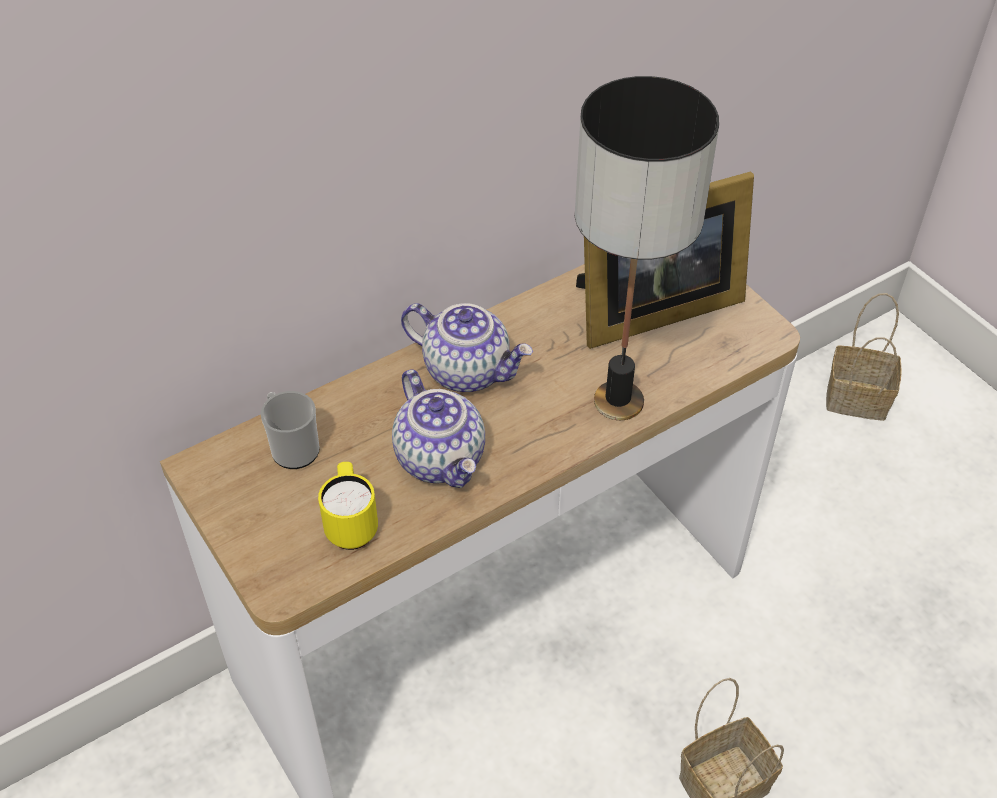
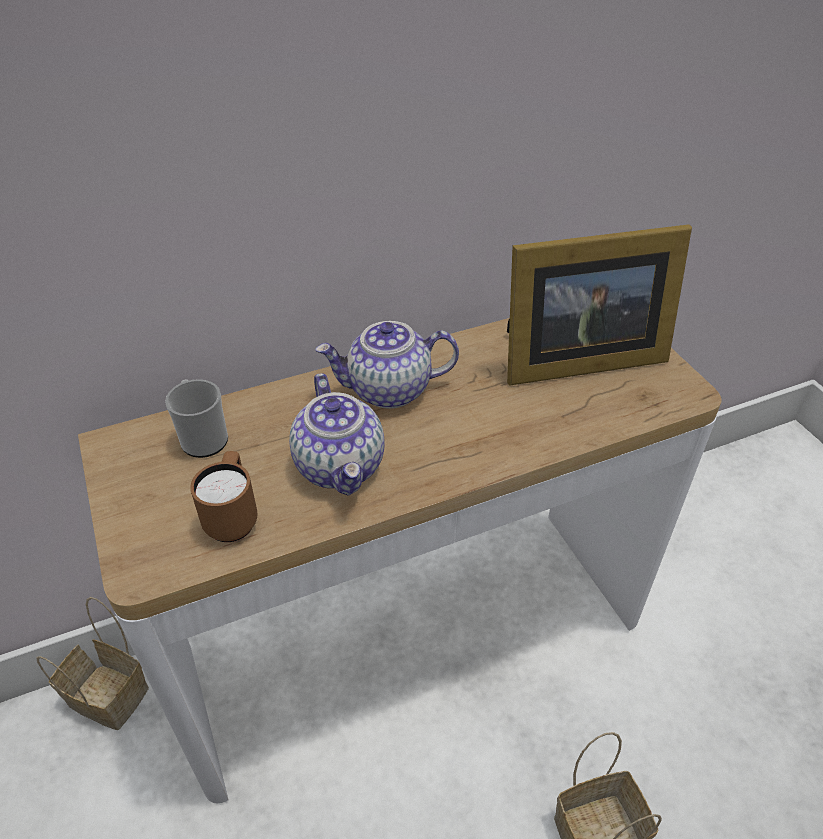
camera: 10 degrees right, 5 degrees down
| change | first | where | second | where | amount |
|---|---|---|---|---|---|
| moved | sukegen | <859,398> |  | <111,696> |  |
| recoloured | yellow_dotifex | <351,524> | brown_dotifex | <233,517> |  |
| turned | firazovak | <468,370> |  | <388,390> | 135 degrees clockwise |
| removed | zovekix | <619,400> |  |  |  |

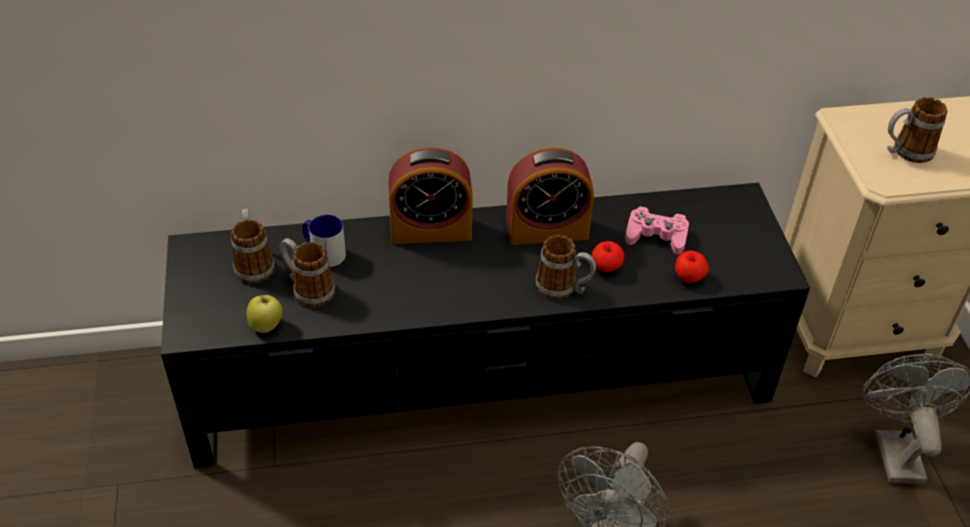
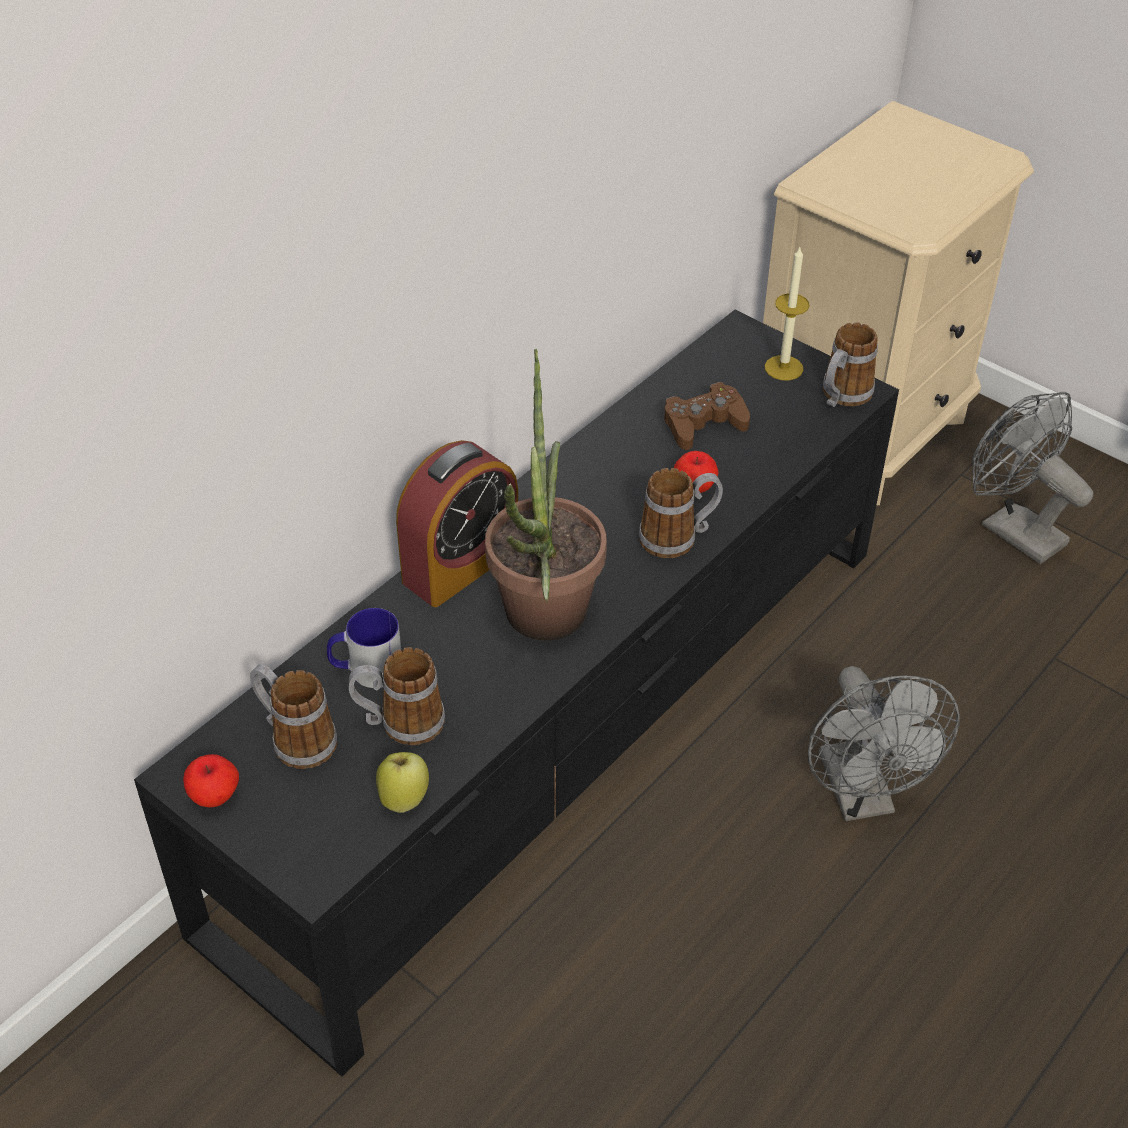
camera: 40 degrees left, 0 degrees up
| change | first | where | second | where | amount |
|---|---|---|---|---|---|
| moved | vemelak | <689,277> |  | <215,796> |  |
| added |  |  | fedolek | <541,625> |  |
| recoloured | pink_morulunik | <656,236> | brown_morulunik | <703,424> |  |
| added |  |  | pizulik | <783,368> |  |
| moved | dotifex | <905,152> |  | <842,397> |  |
| removed | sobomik | <547,230> |  |  |  |

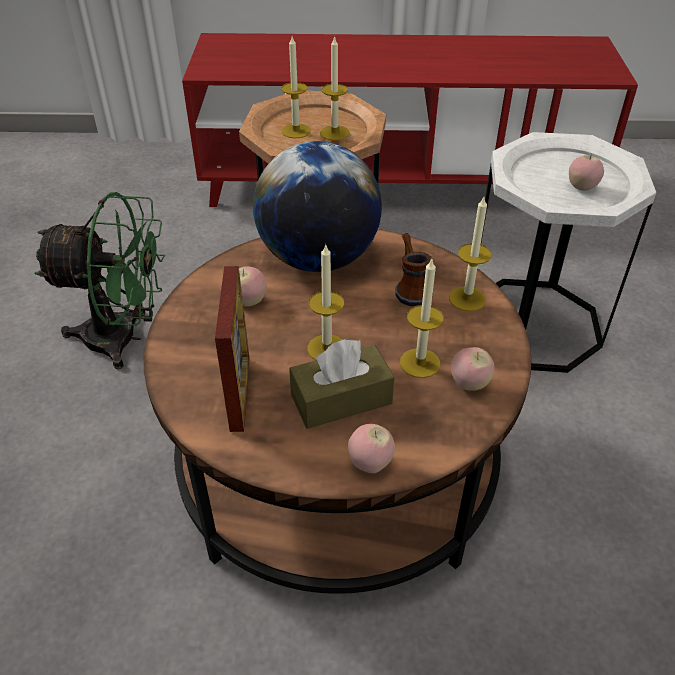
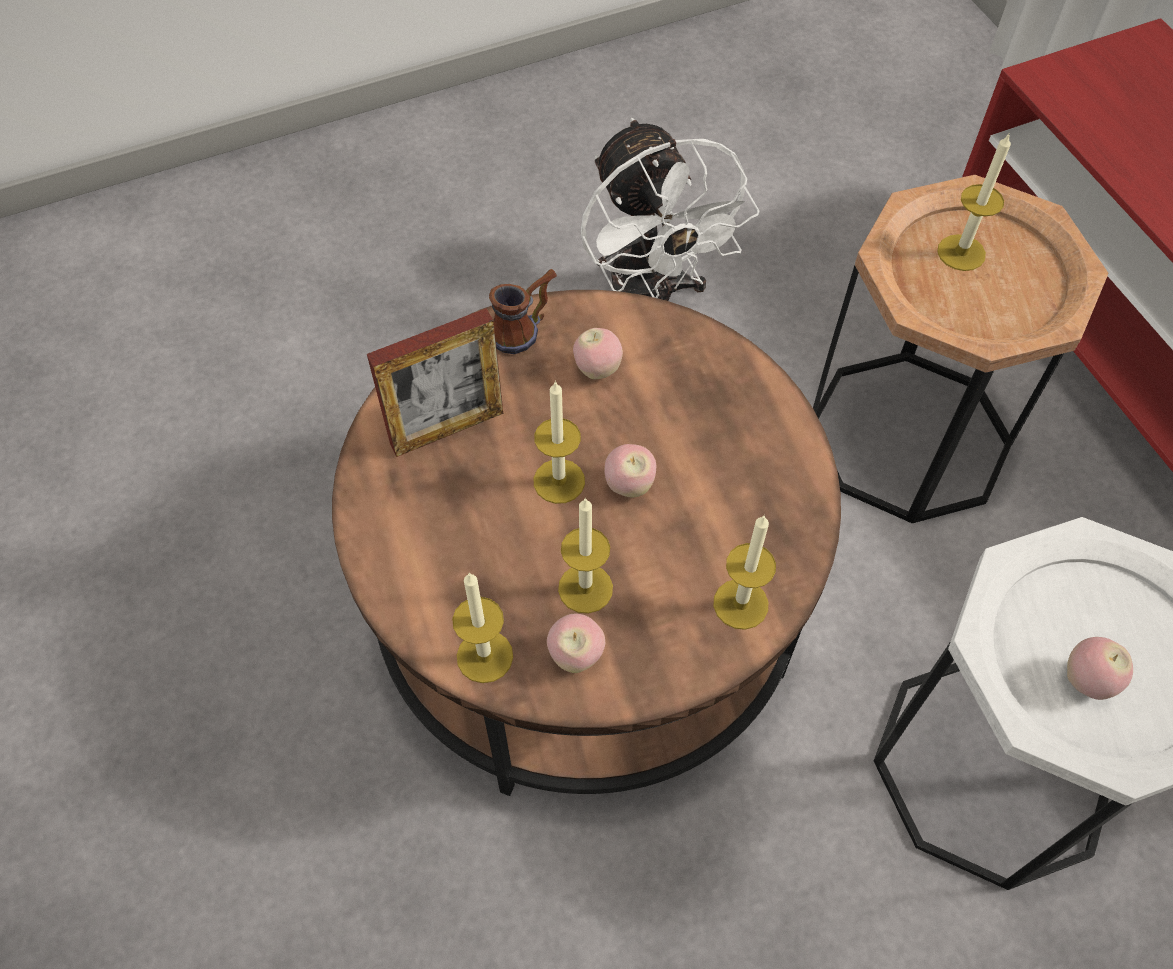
camera: 65 degrees right, 15 degrees up
| change | first | where | second | where | amount |
|---|---|---|---|---|---|
| moved | pizulik | <334,133> |  | <484,656> |  |
| moved | dotifex | <410,288> |  | <524,329> |  |
| recoloured | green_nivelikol | <124,339> | white_nivelikol | <650,295> |  |
| moved | vemelak | <370,463> |  | <629,485> |  |
| removed | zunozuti | <318,258> |  |  |  |
| removed | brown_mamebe | <341,399> |  |  |  |

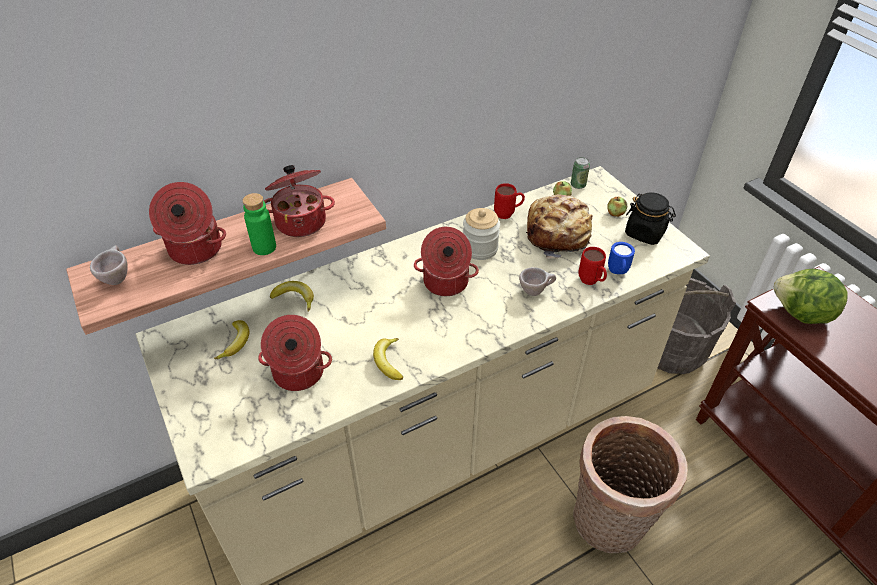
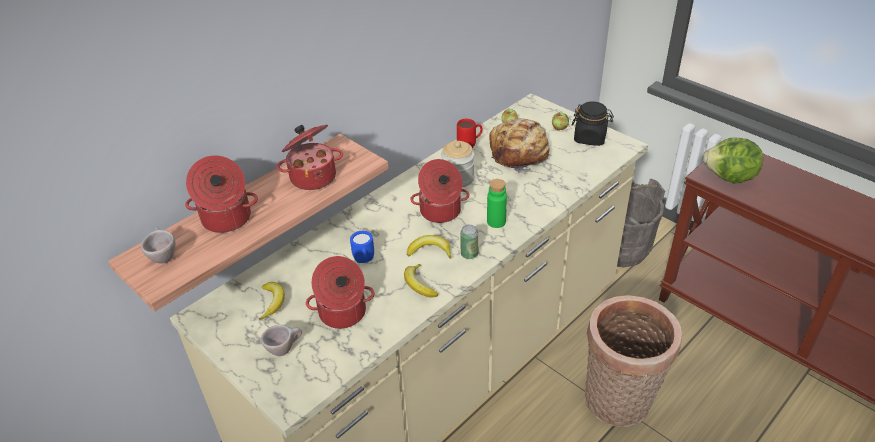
camera: 15 degrees left, 5 degrees down
| change | first | where | second | where | amount |
|---|---|---|---|---|---|
| moved | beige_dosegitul | <536,291> |  | <285,349> |  |
| moved | blue_dotifex | <618,273> |  | <364,261> |  |
| moved | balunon | <295,298> |  | <430,251> |  |
| moved | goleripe | <578,185> |  | <469,254> |  |
| moved | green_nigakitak | <264,247> |  | <496,222> |  |
| removed | red_dotifex | <591,282> |  |  |  |

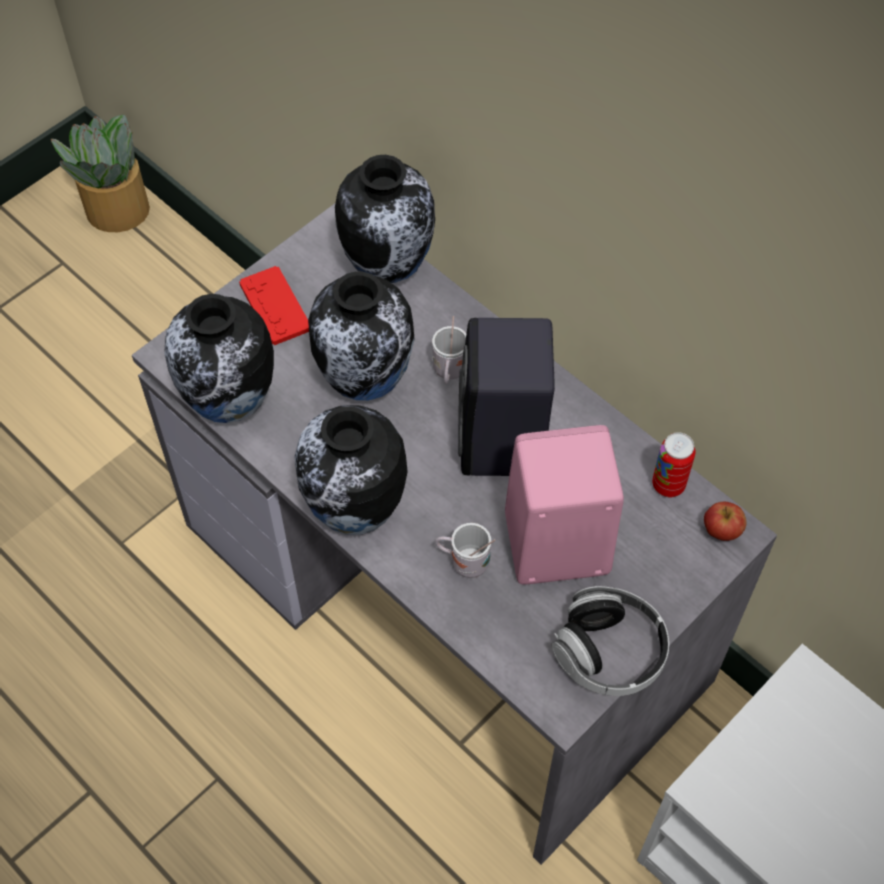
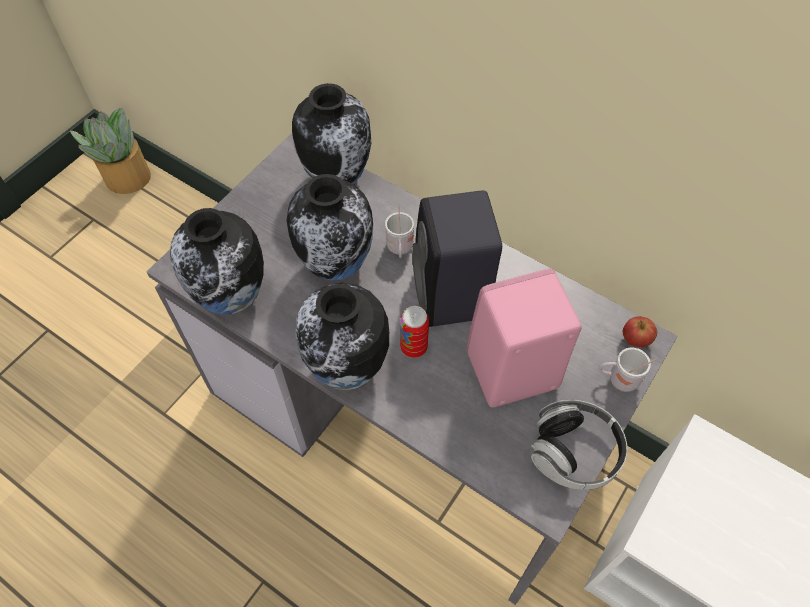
camera: 10 degrees left, 0 degrees up
| change | first | where | second | where | amount |
|---|---|---|---|---|---|
| moved | goleripe | <668,485> |  | <414,347> |  |
| moved | white_dotifex | <464,562> |  | <618,379> |  |
| removed | red_morulunik | <275,307> |  |  |  |

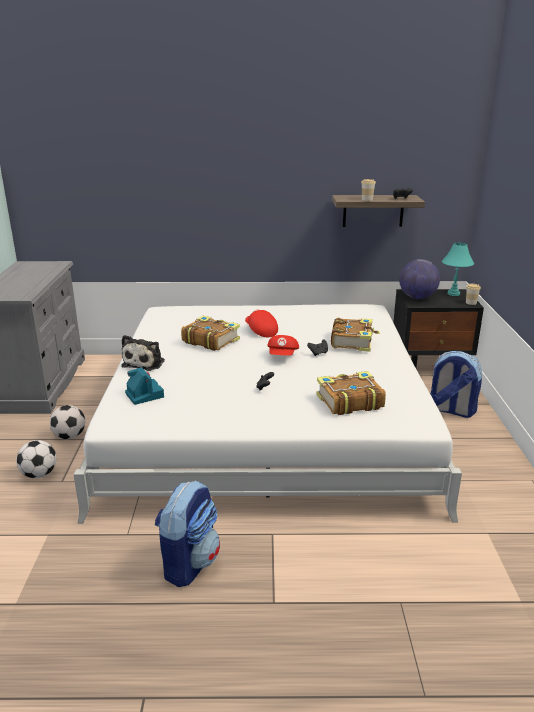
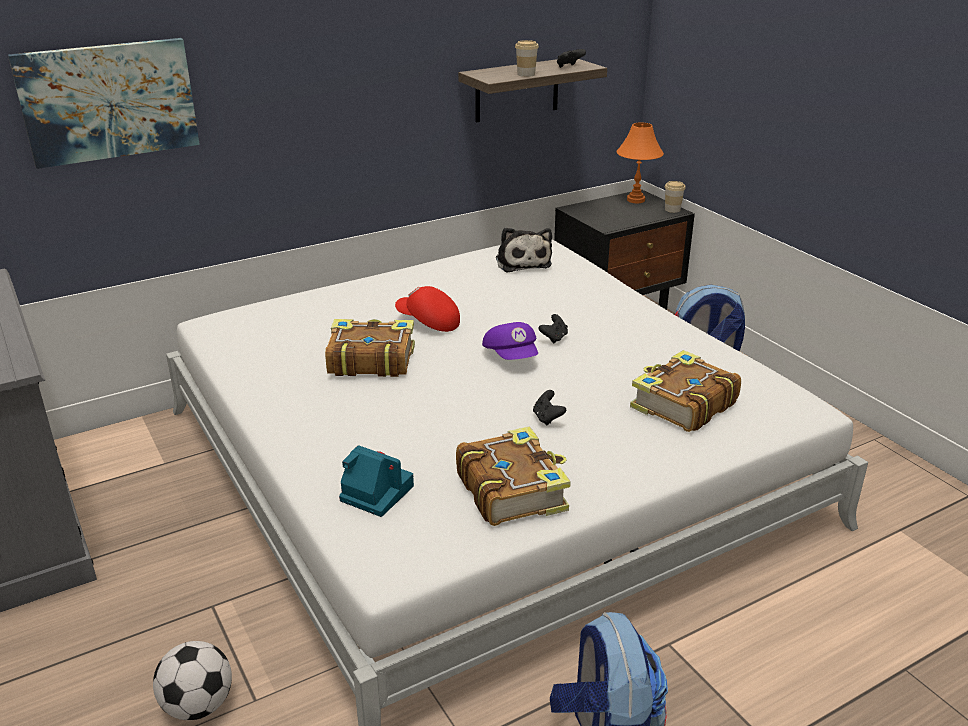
camera: 30 degrees left, 5 degrees up
| change | first | where | second | where | amount |
|---|---|---|---|---|---|
| added |  |  | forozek | <108,101> |  |
| moved | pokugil | <353,341> |  | <512,489> |  |
| recoloured | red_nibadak | <283,356> | purple_nibadak | <512,356> |  |
| moved | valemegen | <145,363> |  | <522,262> |  |
| recoloured | turquoise_zovekix | <453,294> | orange_zovekix | <636,200> |  |
| removed | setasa | <70,436> |  |  |  |
| removed | zunozuti | <417,297> |  |  |  |

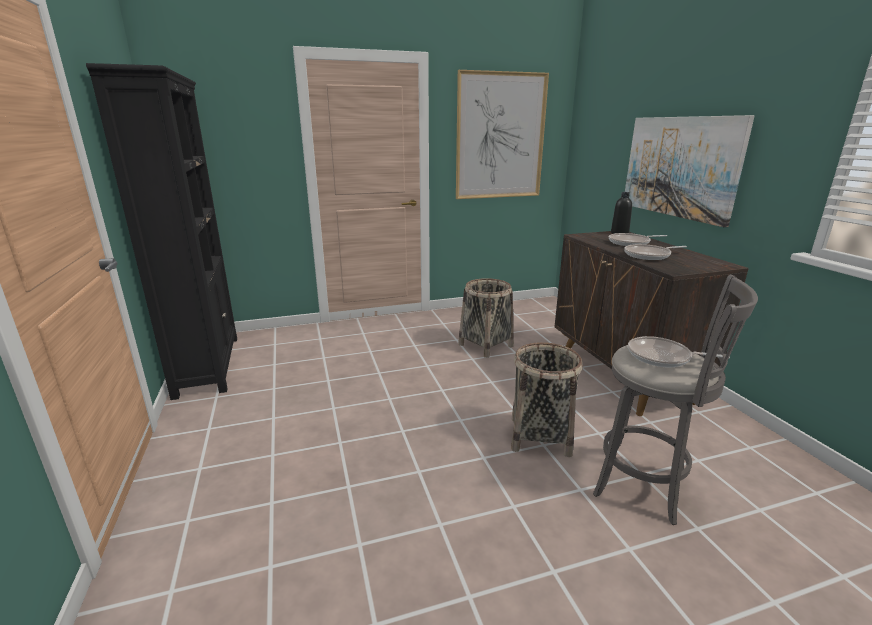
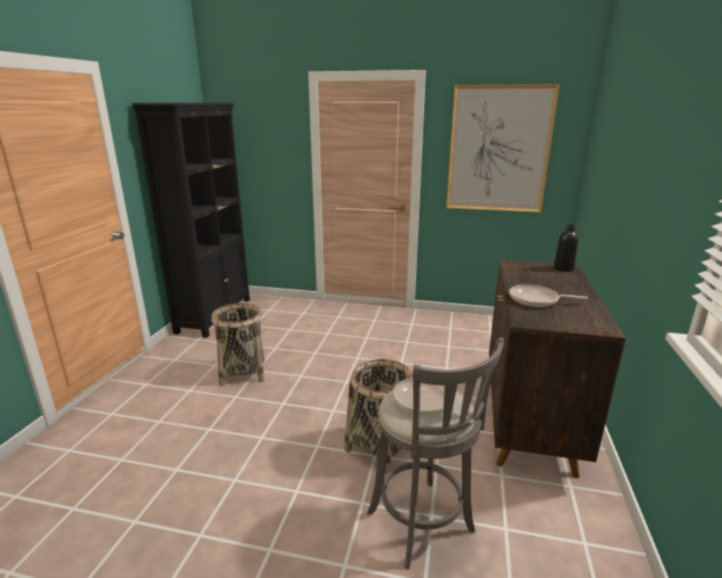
camera: 30 degrees right, 0 degrees up
| change | first | where | second | where | amount |
|---|---|---|---|---|---|
| moved | sukegen | <485,345> |  | <243,372> |  |
| removed | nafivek | <631,243> |  |  |  |
| removed | forozek | <680,167> |  |  |  |

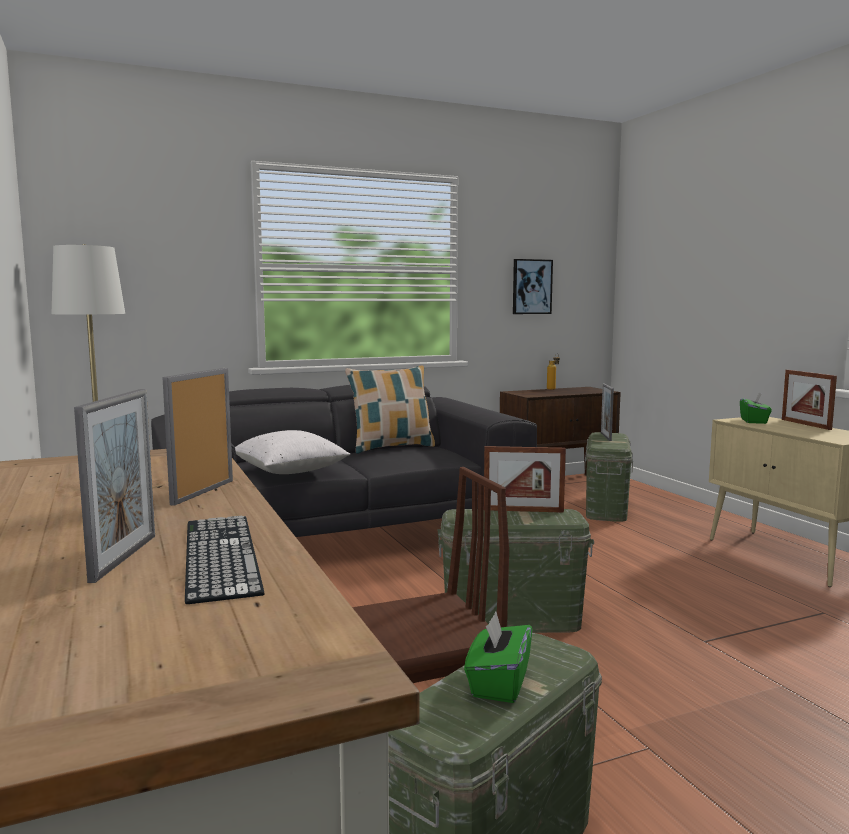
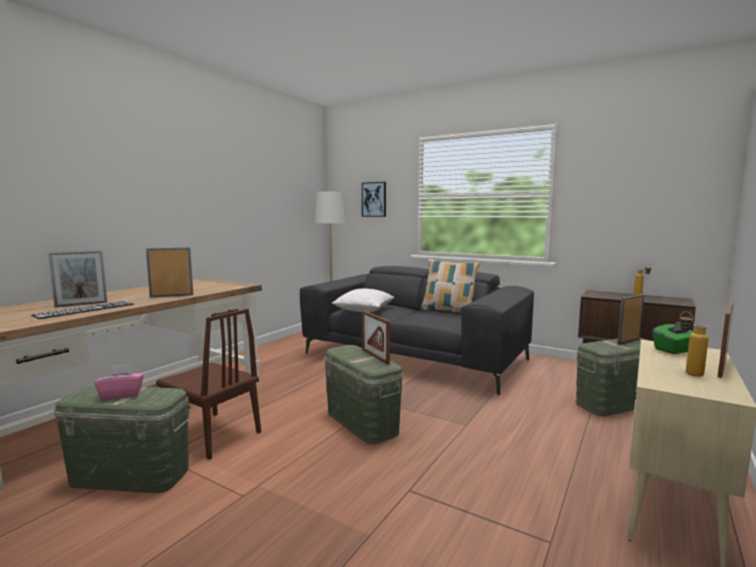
camera: 55 degrees right, 0 degrees up
| change | first | where | second | where | amount |
|---|---|---|---|---|---|
| recoloured | green_mamebe | <498,683> | pink_mamebe | <121,395> |  |
| moved | forozek | <531,286> |  | <374,199> |  |
| added |  |  | nigakitak | <688,372> |  |

